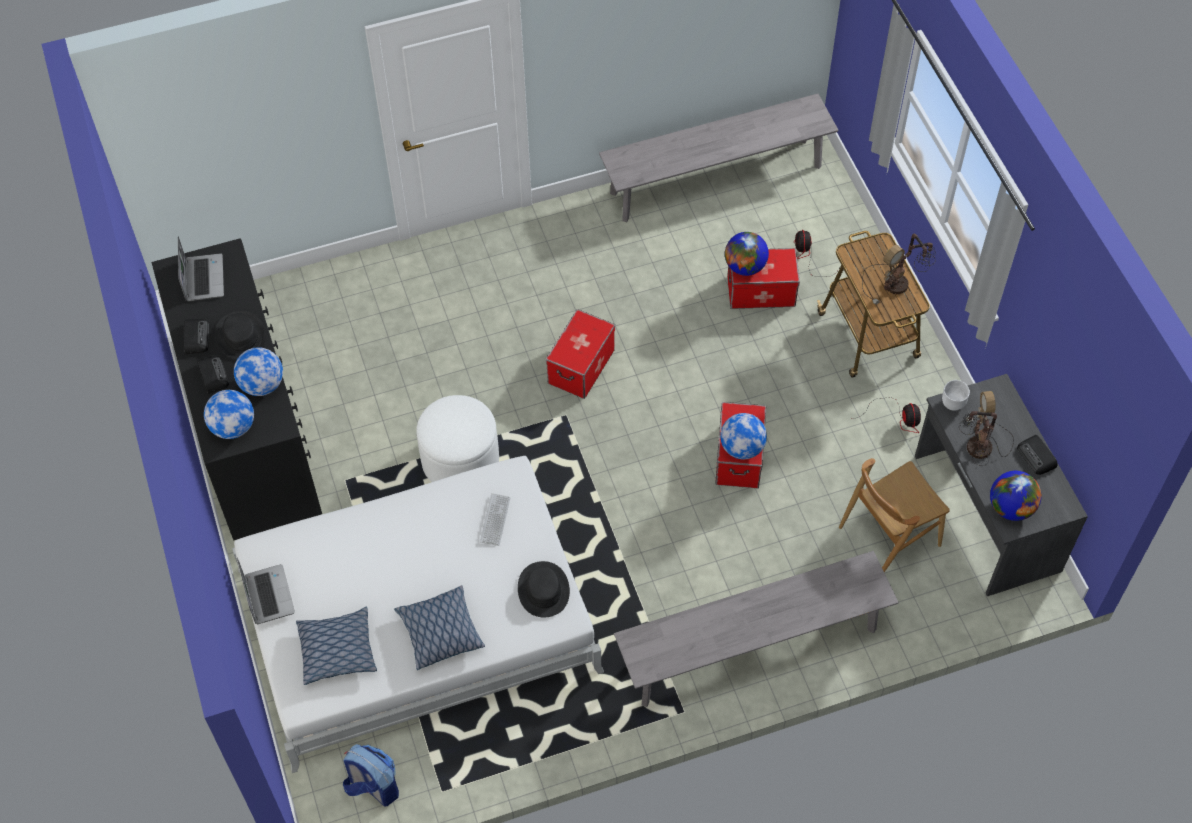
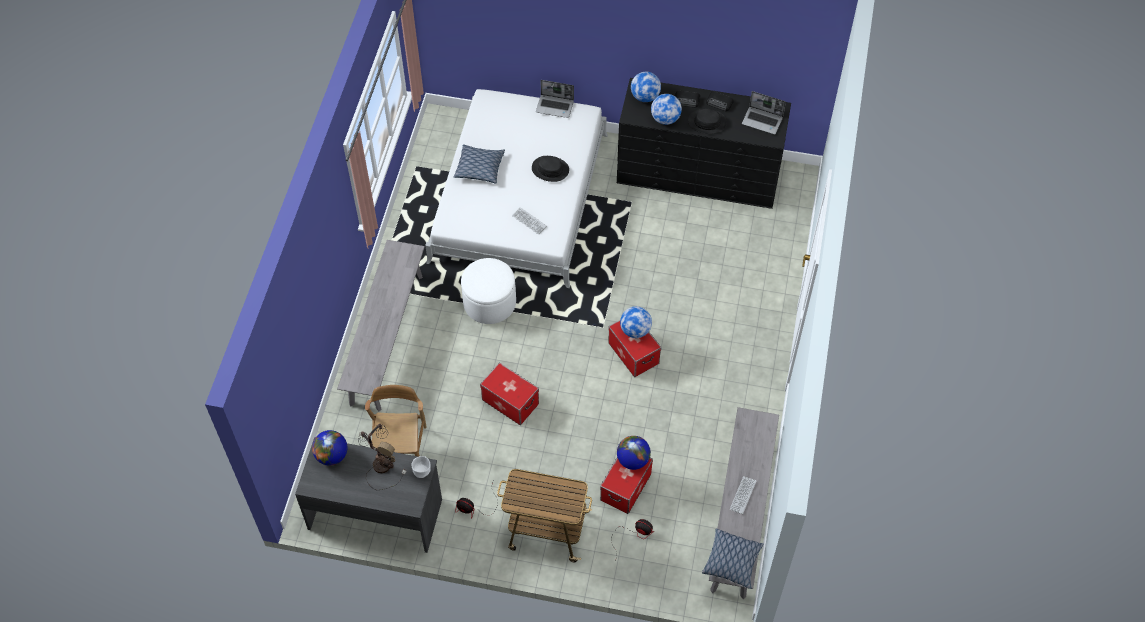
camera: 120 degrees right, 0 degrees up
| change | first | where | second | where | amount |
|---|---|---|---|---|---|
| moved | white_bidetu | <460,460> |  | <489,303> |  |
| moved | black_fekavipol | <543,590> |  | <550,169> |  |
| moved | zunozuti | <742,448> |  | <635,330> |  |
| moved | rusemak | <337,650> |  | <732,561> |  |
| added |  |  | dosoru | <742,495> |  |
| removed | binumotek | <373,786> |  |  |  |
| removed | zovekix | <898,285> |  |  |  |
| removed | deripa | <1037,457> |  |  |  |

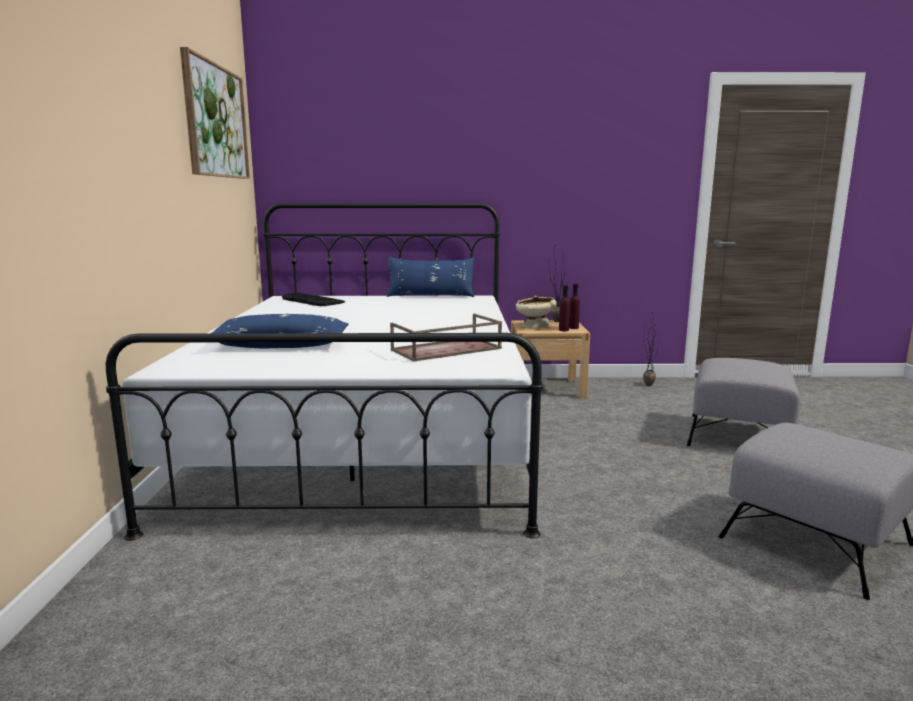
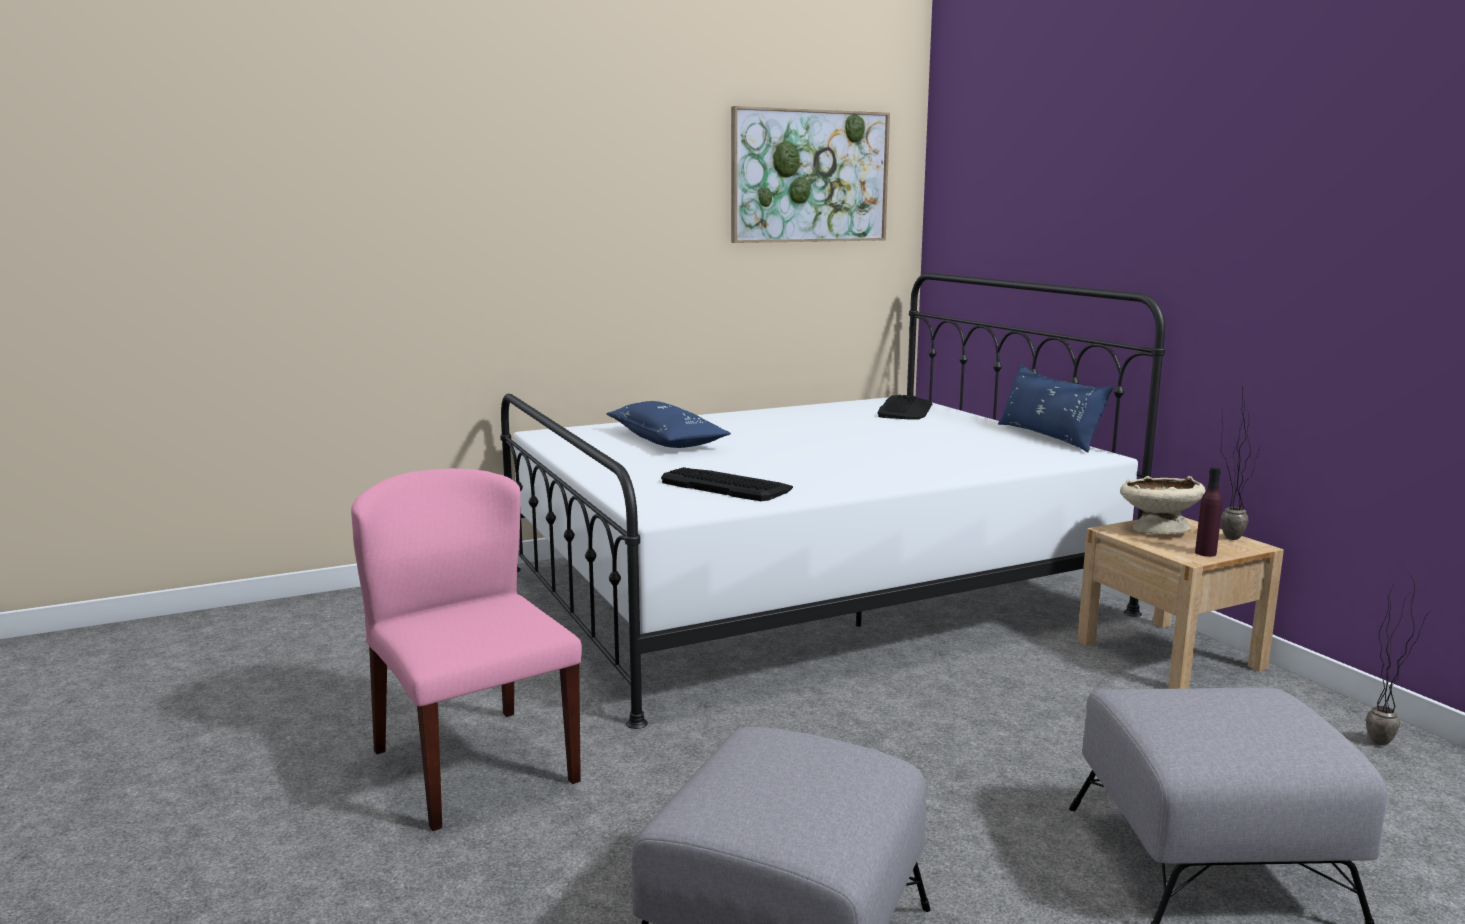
camera: 65 degrees right, 0 degrees up
| change | first | where | second | where | amount |
|---|---|---|---|---|---|
| added |  |  | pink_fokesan | <473,765> |  |
| replaced | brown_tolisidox | <446,350> | dosoru | <725,485> |  |
| removed | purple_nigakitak | <563,330> |  |  |  |

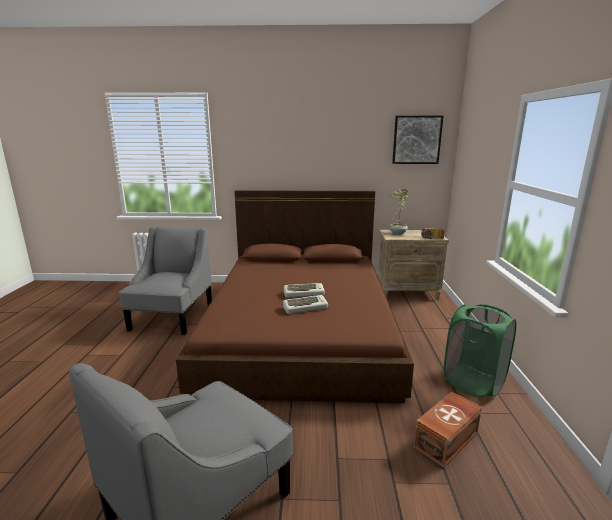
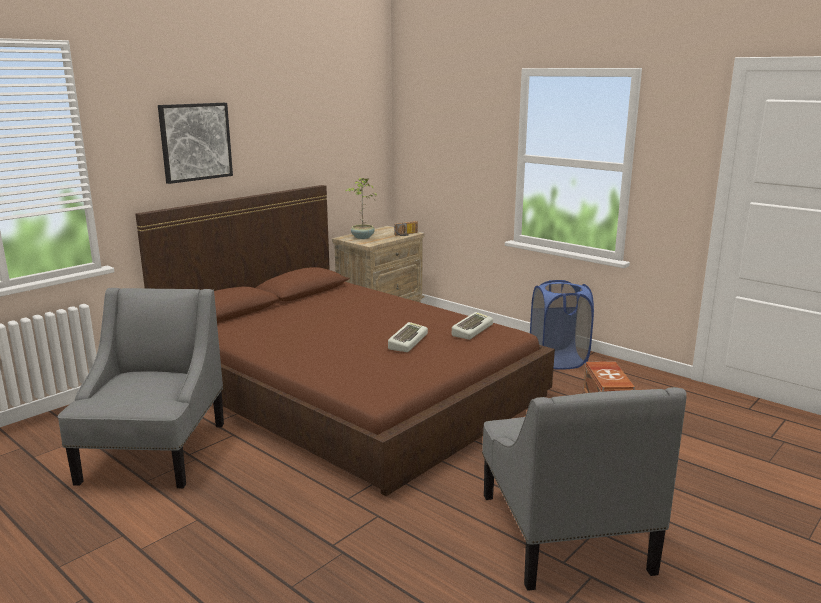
camera: 50 degrees left, 0 degrees up
| change | first | where | second | where | amount |
|---|---|---|---|---|---|
| turned | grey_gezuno | <172,316> |  | <154,452> | 45 degrees clockwise |
| moved | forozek | <416,140> |  | <195,142> |  |
| moved | dosoru | <304,293> |  | <471,330> |  |
| recoloured | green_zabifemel | <473,382> | blue_zabifemel | <558,360> |  |

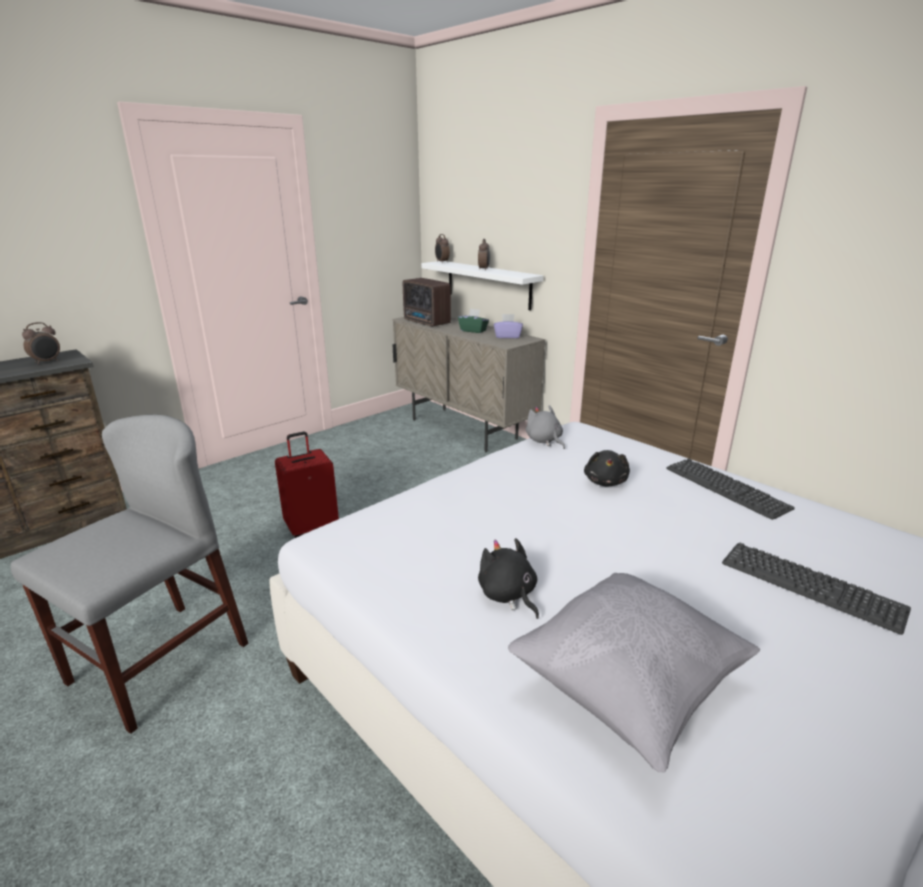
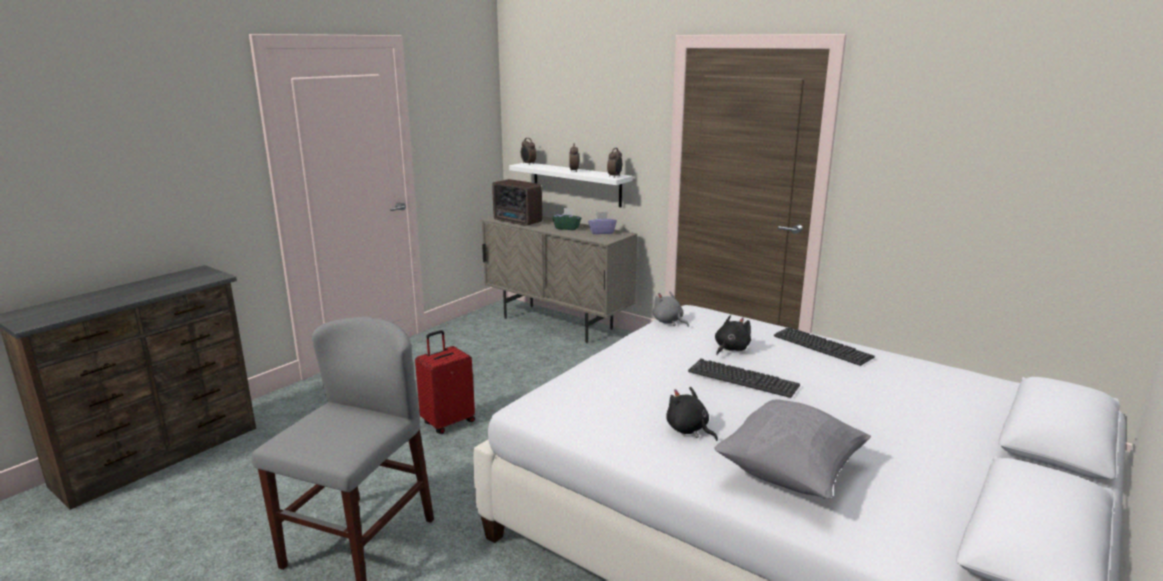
camera: 10 degrees left, 5 degrees down
| change | first | where | second | where | amount |
|---|---|---|---|---|---|
| moved | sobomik | <47,362> |  | <615,176> |  |
| moved | dosoru | <810,586> |  | <742,379> |  |
| turned | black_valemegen | <605,482> |  | <730,349> | 135 degrees counterclockwise |

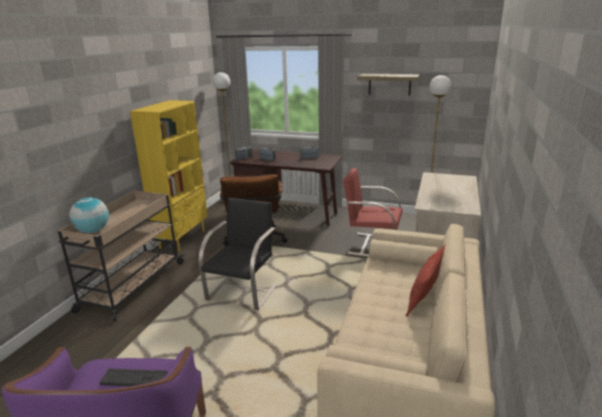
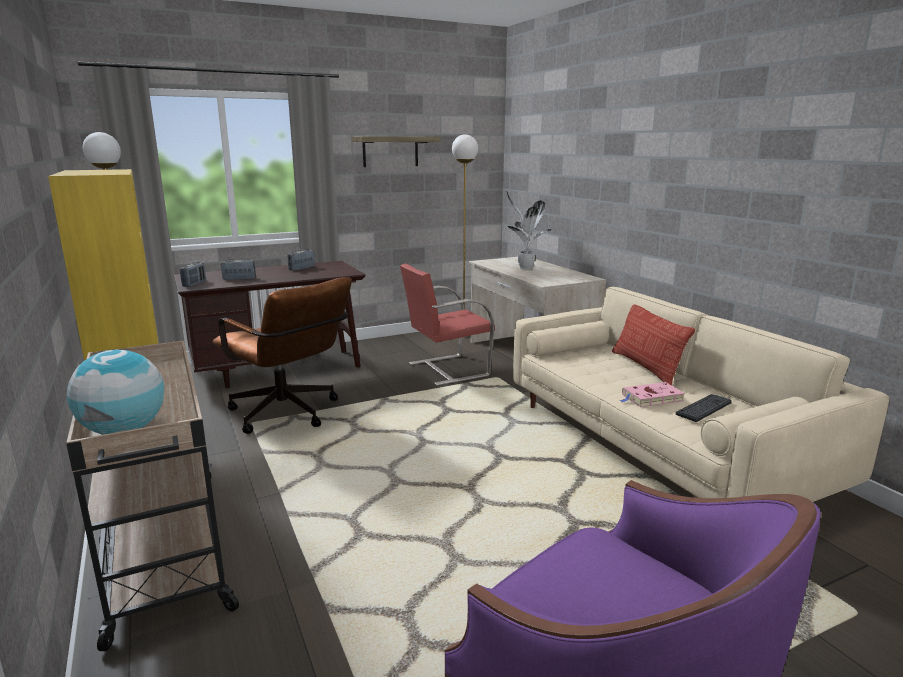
camera: 45 degrees left, 5 degrees down
| change | first | where | second | where | amount |
|---|---|---|---|---|---|
| added |  |  | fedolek | <524,268> |  |
| added |  |  | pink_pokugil | <651,398> |  |
| moved | dosoru | <134,378> |  | <704,408> |  |
| removed | black_fokesan | <243,291> |  |  |  |

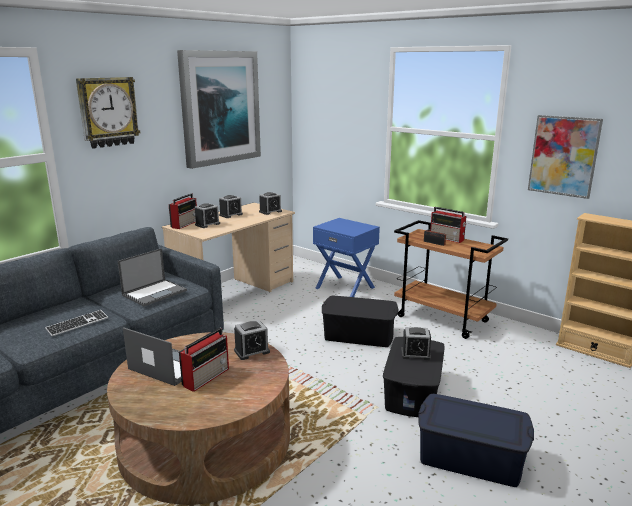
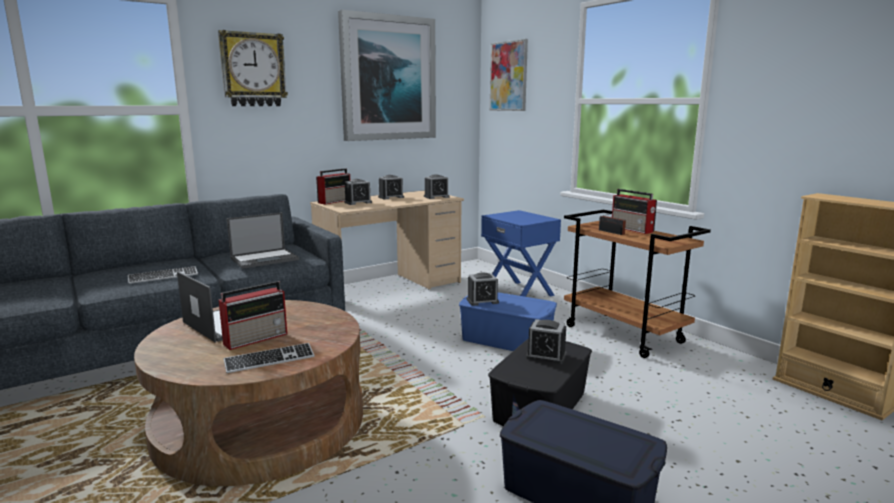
camera: 15 degrees right, 5 degrees down
| change | first | where | second | where | amount |
|---|---|---|---|---|---|
| added |  |  | dosoru | <269,360> |  |
| recoloured | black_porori | <359,335> | blue_porori | <506,340> |  |
| moved | sobomik | <252,351> |  | <482,301> |  |
| moved | forozek | <563,156> |  | <508,76> |  |

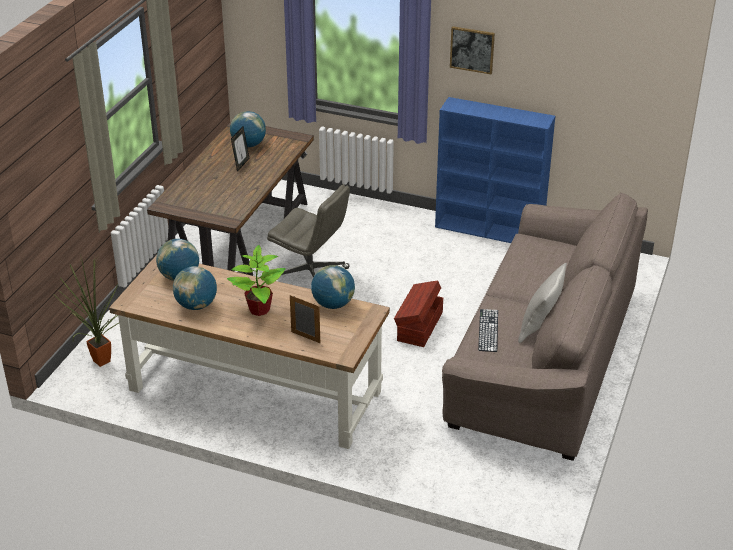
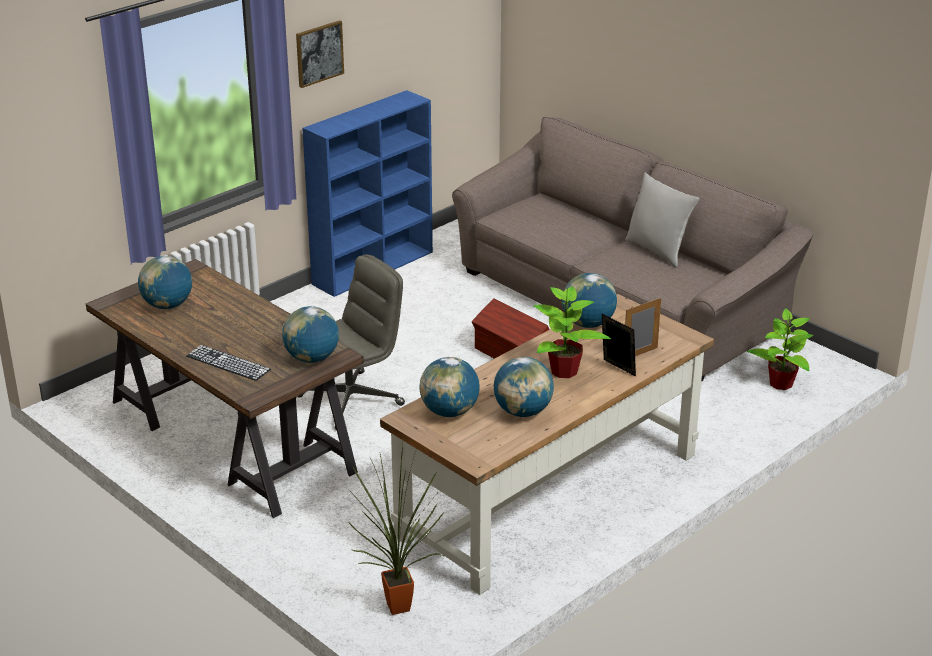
camera: 65 degrees left, 5 degrees down
| change | first | where | second | where | amount |
|---|---|---|---|---|---|
| moved | dosoru | <488,330> |  | <228,363> |  |
| added |  |  | zunozuti | <311,358> |  |
| moved | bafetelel | <241,164> |  | <617,369> |  |
| added |  |  | fedolek | <780,384> |  |

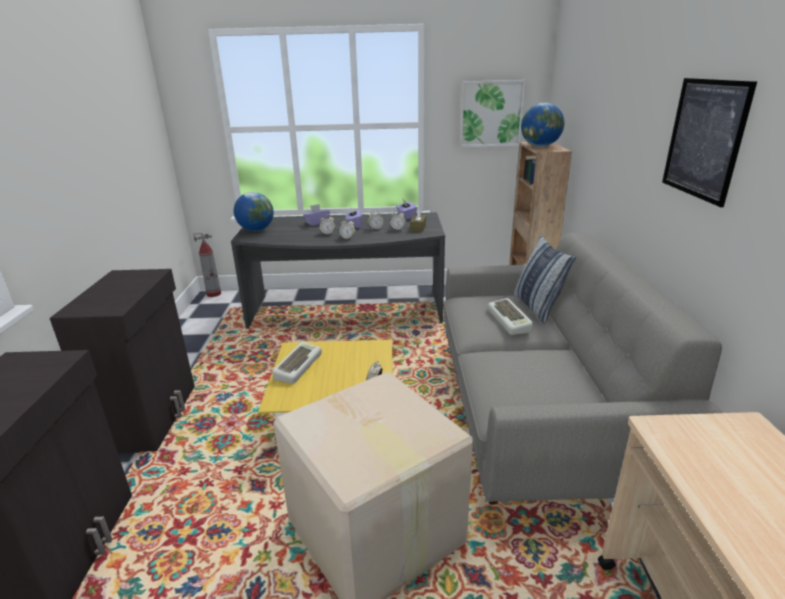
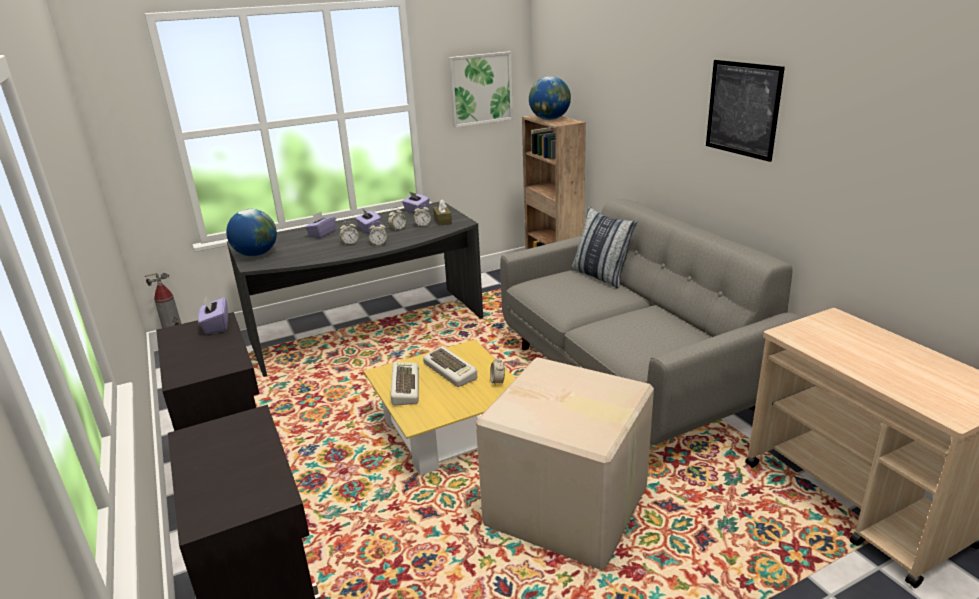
camera: 25 degrees left, 0 degrees up
| change | first | where | second | where | amount |
|---|---|---|---|---|---|
| added |  |  | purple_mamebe | <216,326> |  |
| moved | dosoru | <510,321> |  | <451,371> |  |

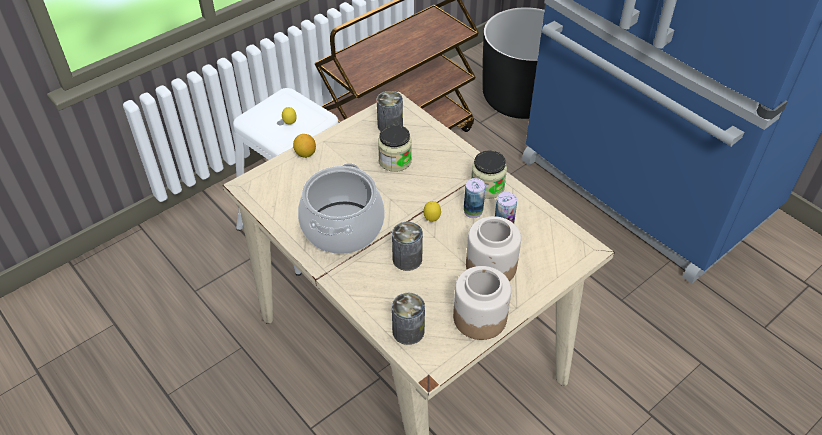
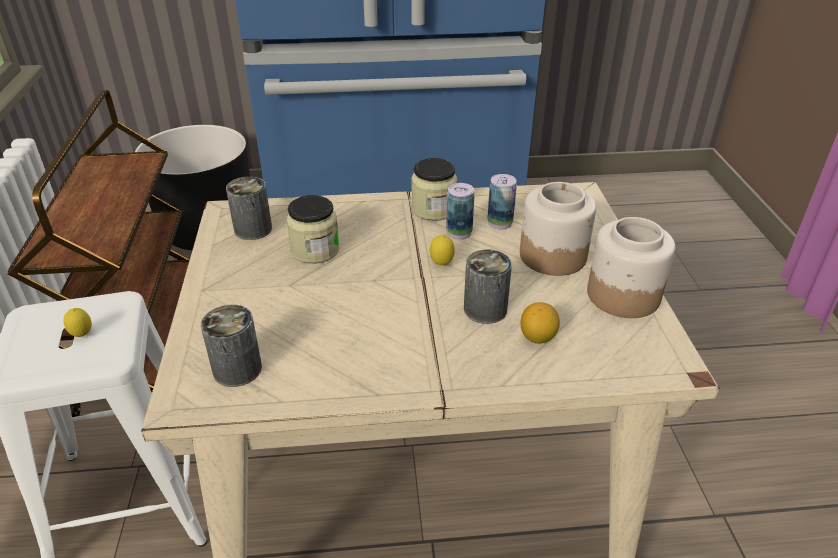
camera: 55 degrees left, 10 degrees down
| change | first | where | second | where | amount |
|---|---|---|---|---|---|
| moved | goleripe | <408,331> |  | <237,369> |  |
| moved | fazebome | <305,154> |  | <537,338> |  |
| removed | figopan | <342,227> |  |  |  |

